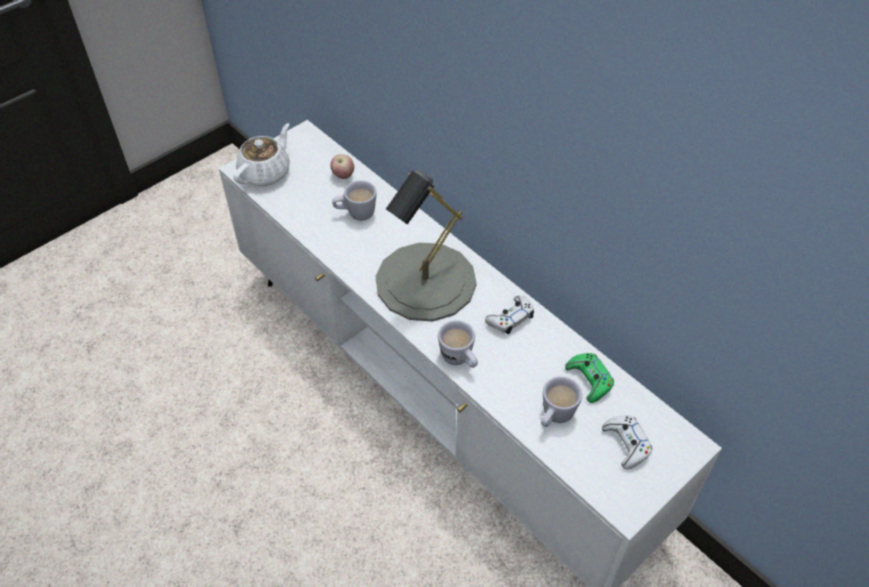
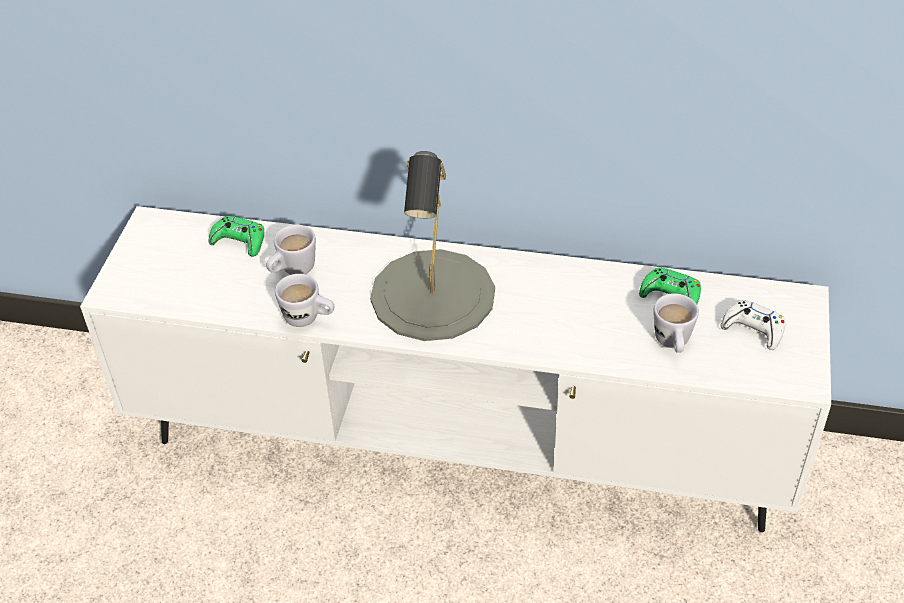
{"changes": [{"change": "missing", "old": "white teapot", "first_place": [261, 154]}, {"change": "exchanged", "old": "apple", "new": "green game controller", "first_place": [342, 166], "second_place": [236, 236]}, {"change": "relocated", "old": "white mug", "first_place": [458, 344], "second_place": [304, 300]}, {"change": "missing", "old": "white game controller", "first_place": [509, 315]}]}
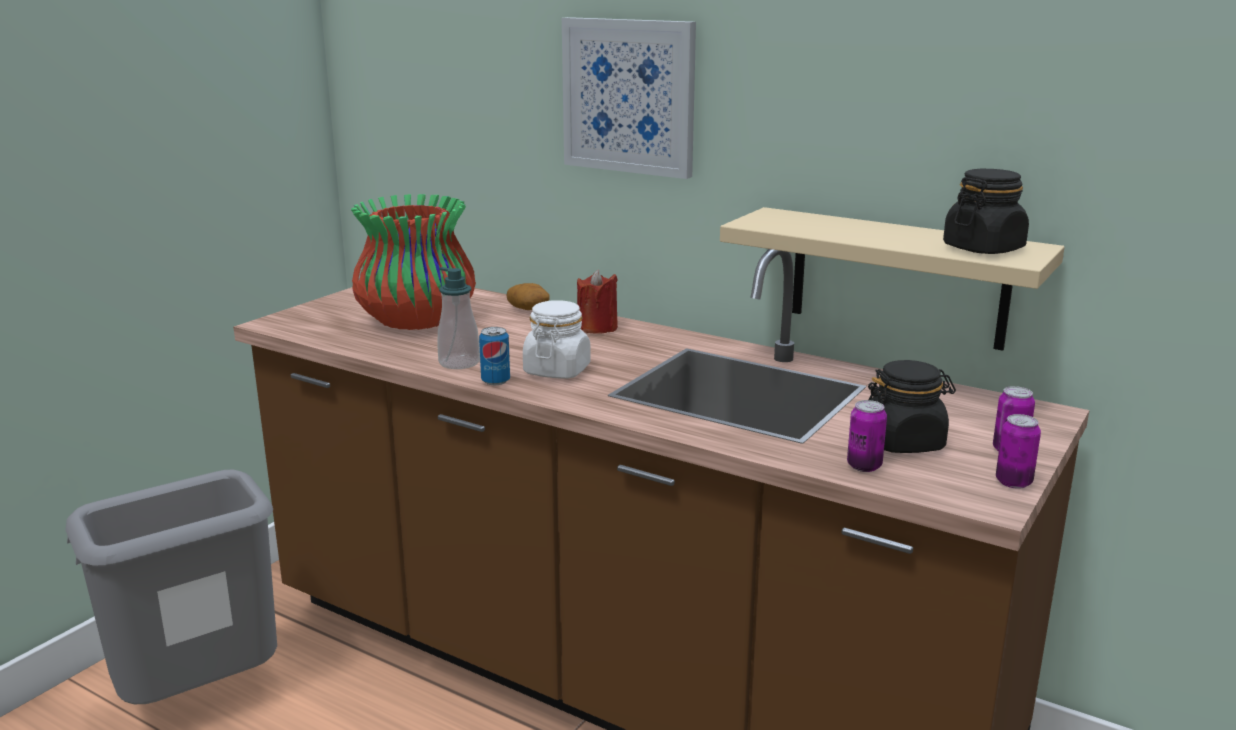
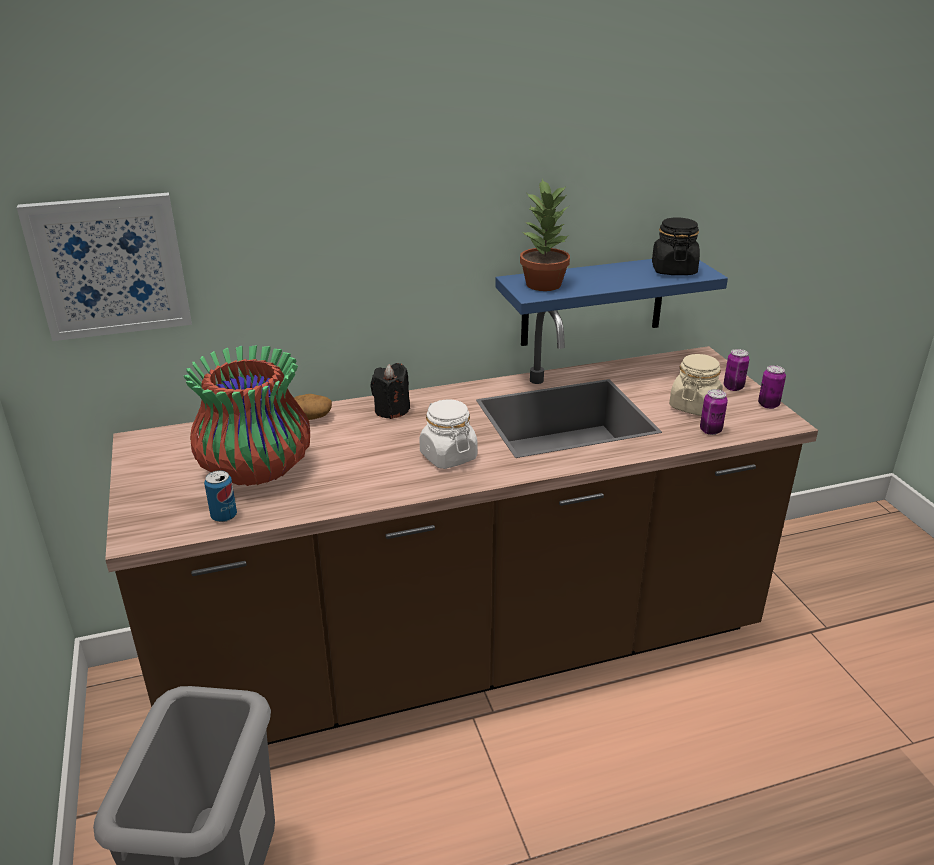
{"changes": [{"change": "missing", "old": "soap dispenser", "first_place": [459, 318]}, {"change": "relocated", "old": "can", "first_place": [494, 356], "second_place": [220, 496]}, {"change": "relocated", "old": "picture", "first_place": [629, 98], "second_place": [104, 267]}, {"change": "colour", "old": "red candle", "new": "black candle", "first_place": [597, 301], "second_place": [390, 391]}, {"change": "colour", "old": "beige shelf", "new": "blue shelf", "first_place": [892, 279], "second_place": [611, 302]}, {"change": "colour", "old": "black jar", "new": "beige jar", "first_place": [912, 406], "second_place": [696, 385]}, {"change": "appeared", "new": "potted plant", "second_place": [545, 235]}]}
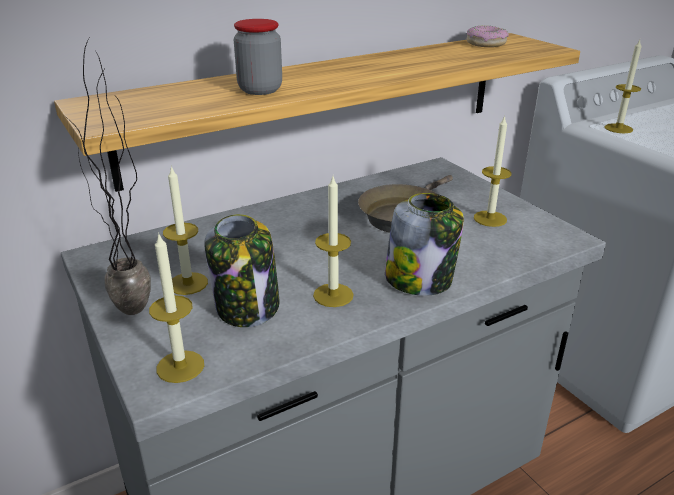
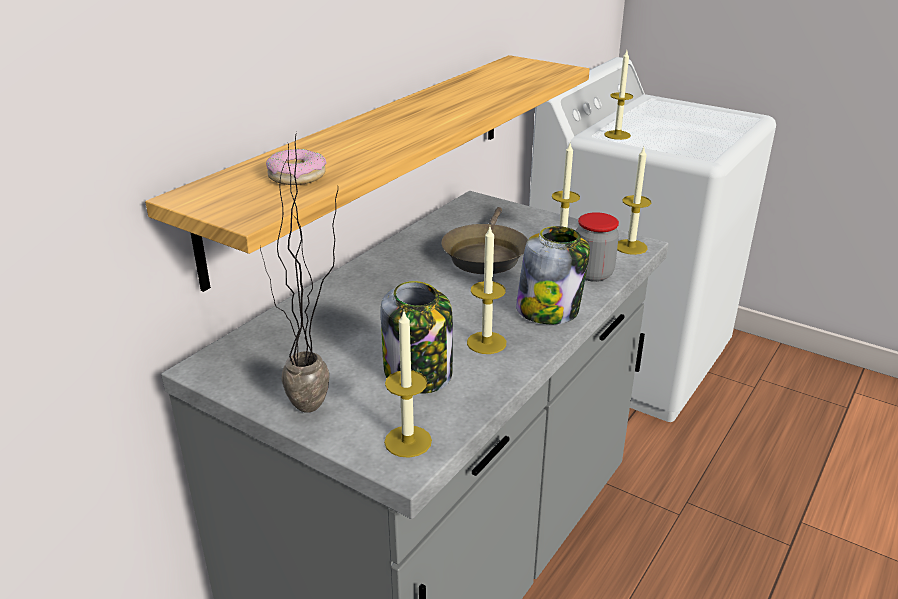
{"changes": [{"change": "relocated", "old": "candle", "first_place": [185, 230], "second_place": [634, 201]}, {"change": "relocated", "old": "jar", "first_place": [258, 57], "second_place": [597, 247]}, {"change": "relocated", "old": "donut", "first_place": [487, 36], "second_place": [296, 167]}]}
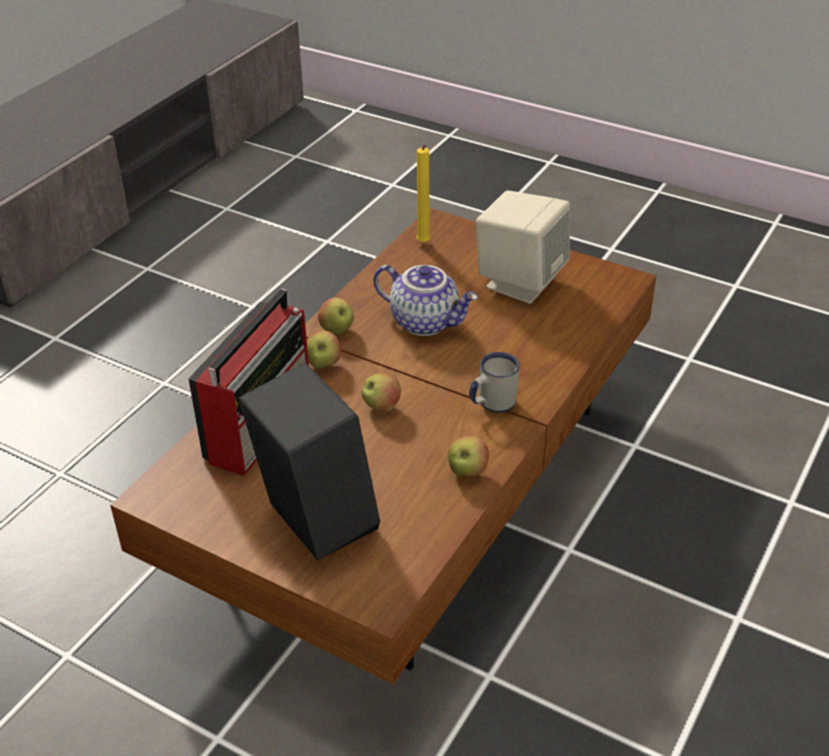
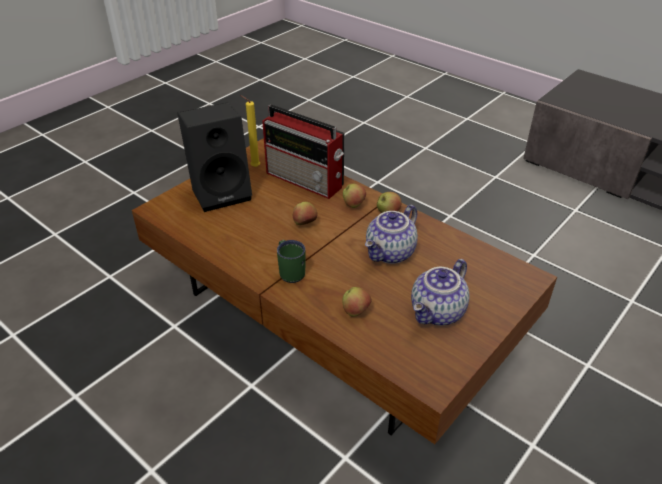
{"changes": [{"change": "relocated", "old": "yellow candle", "first_place": [423, 194], "second_place": [250, 131]}, {"change": "relocated", "old": "apple", "first_place": [468, 456], "second_place": [357, 302]}, {"change": "colour", "old": "white mug", "new": "green mug", "first_place": [494, 382], "second_place": [291, 261]}, {"change": "exchanged", "old": "beige speaker", "new": "teapot", "first_place": [523, 247], "second_place": [440, 292]}]}
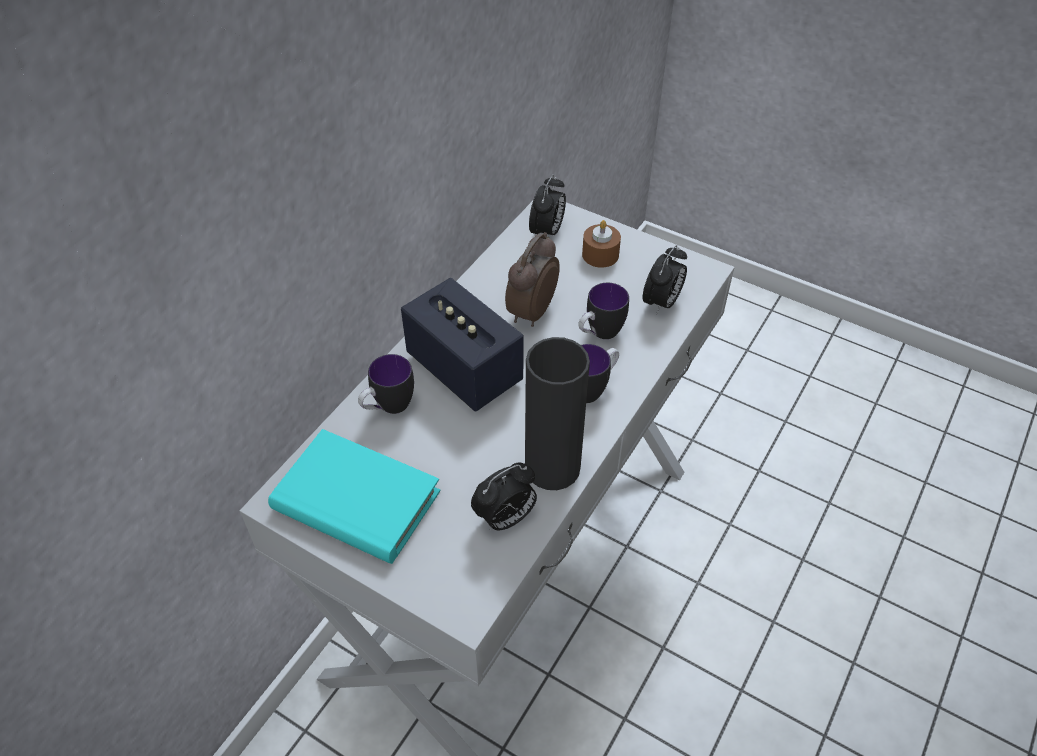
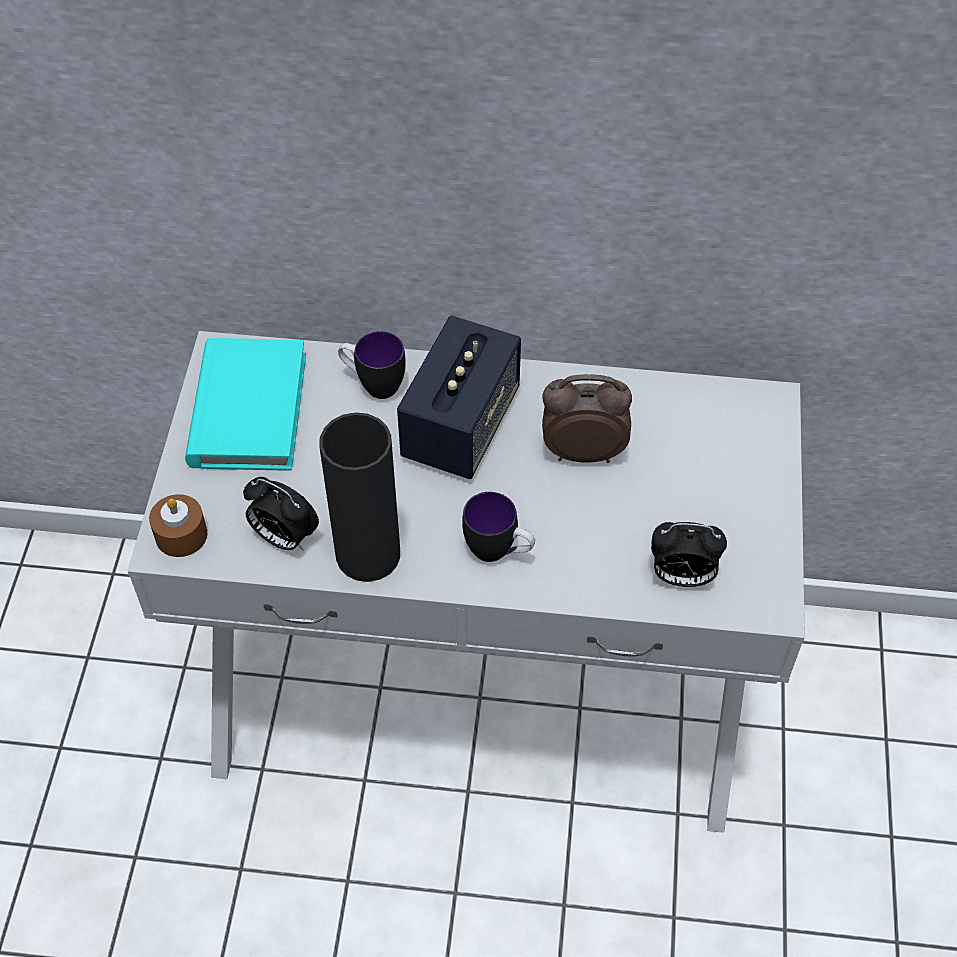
{"changes": [{"change": "missing", "old": "alarm clock", "first_place": [547, 205]}, {"change": "missing", "old": "mug", "first_place": [603, 311]}, {"change": "relocated", "old": "brown candle", "first_place": [601, 244], "second_place": [178, 525]}]}
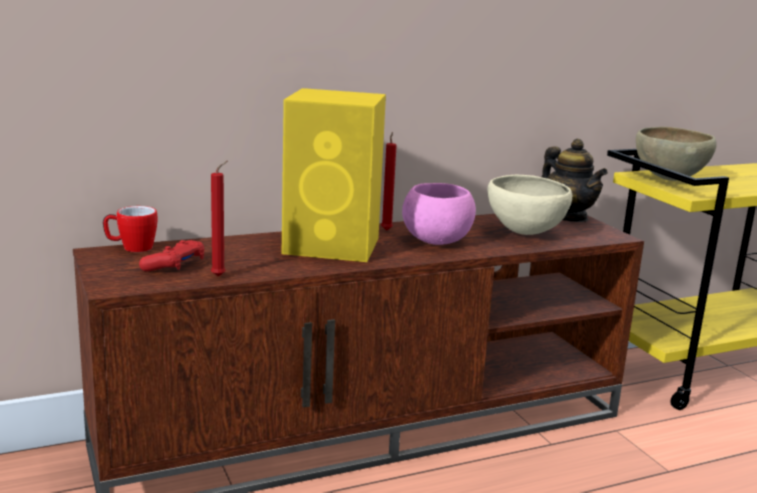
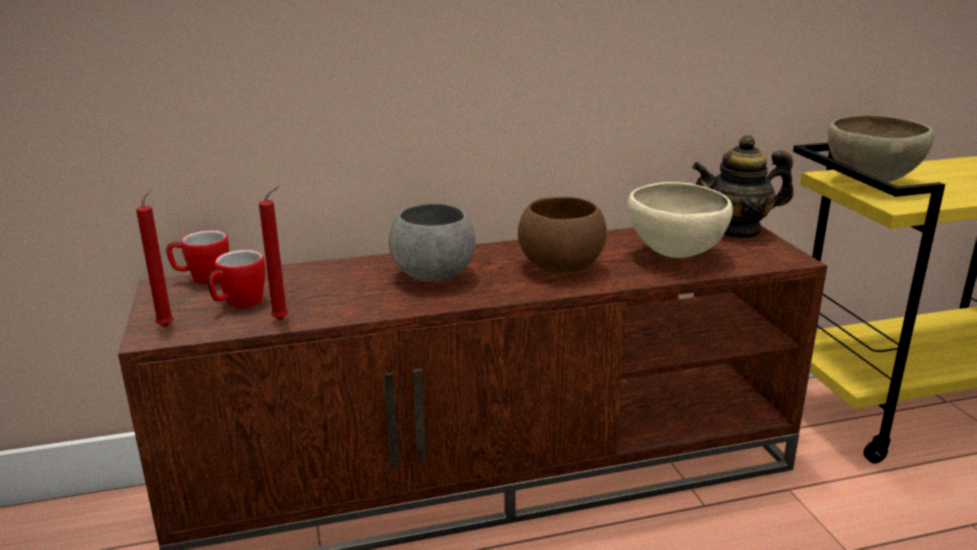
{"changes": [{"change": "exchanged", "old": "red game controller", "new": "mug", "first_place": [171, 256], "second_place": [236, 279]}, {"change": "exchanged", "old": "yellow speaker", "new": "grey bowl", "first_place": [334, 175], "second_place": [432, 242]}, {"change": "relocated", "old": "red candle", "first_place": [389, 181], "second_place": [155, 258]}, {"change": "colour", "old": "pink bowl", "new": "brown bowl", "first_place": [439, 214], "second_place": [562, 235]}, {"change": "spun", "old": "teapot", "first_place": [575, 180], "second_place": [743, 187], "degrees": 105}]}
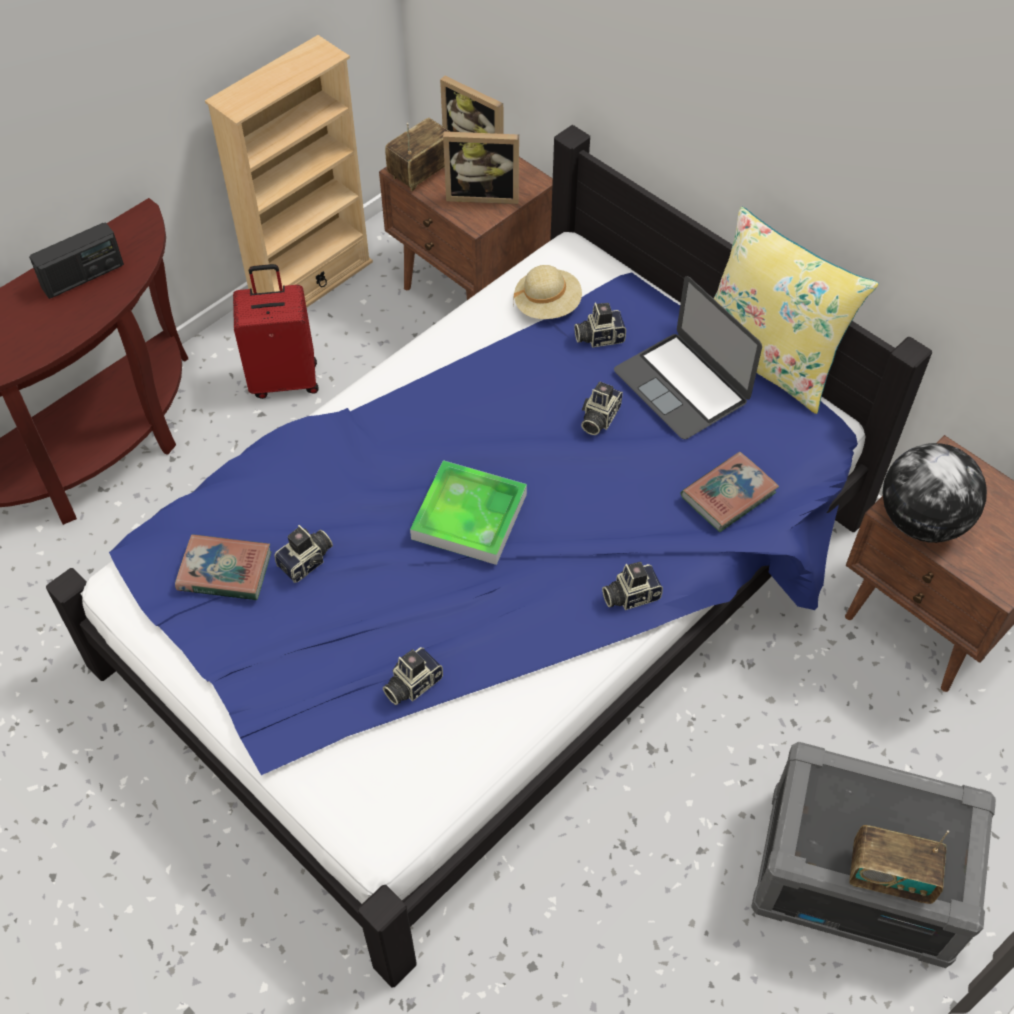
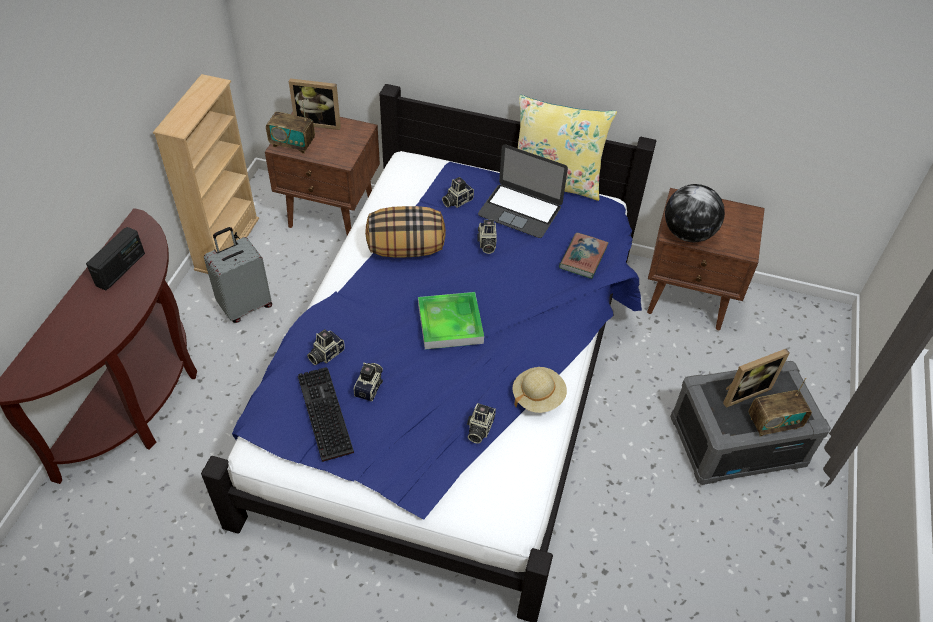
{"changes": [{"change": "exchanged", "old": "book", "new": "keyboard", "first_place": [223, 567], "second_place": [326, 414]}, {"change": "colour", "old": "red suitcase", "new": "grey suitcase", "first_place": [276, 331], "second_place": [238, 275]}, {"change": "spun", "old": "radio", "first_place": [418, 154], "second_place": [290, 127], "degrees": -90}, {"change": "relocated", "old": "picture frame", "first_place": [481, 167], "second_place": [756, 378]}, {"change": "relocated", "old": "beige hat", "first_place": [547, 292], "second_place": [539, 390]}, {"change": "relocated", "old": "photo camera", "first_place": [632, 586], "second_place": [326, 347]}, {"change": "appeared", "new": "pillow", "second_place": [405, 232]}]}
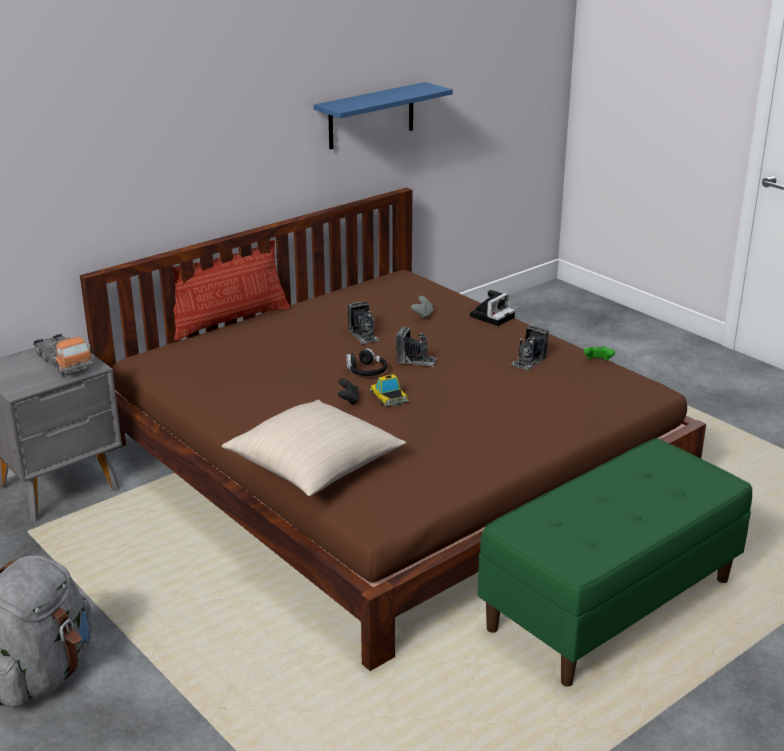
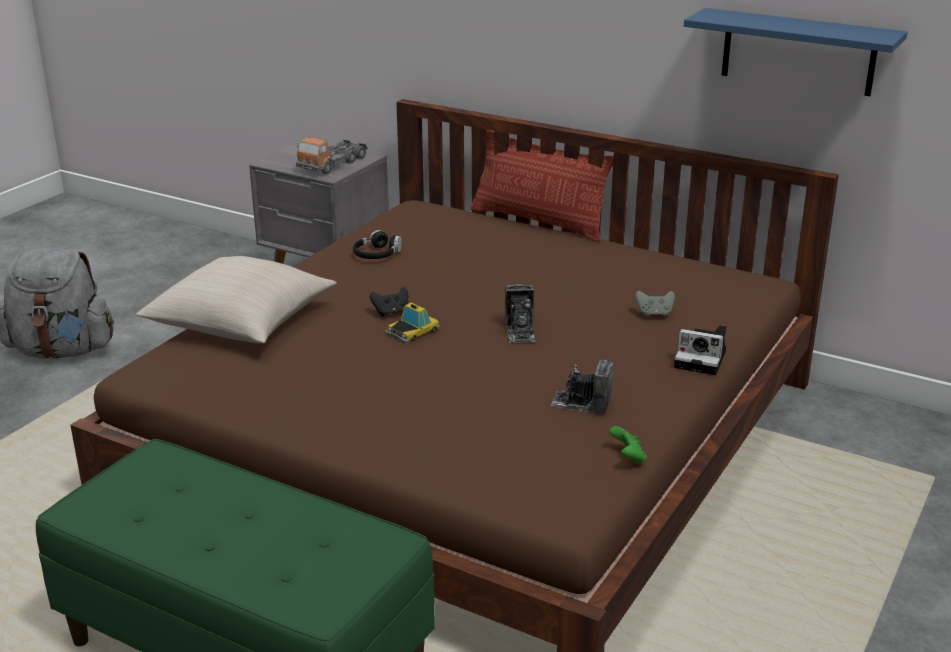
{"changes": [{"change": "relocated", "old": "black headphones", "first_place": [366, 362], "second_place": [377, 244]}, {"change": "missing", "old": "photo camera", "first_place": [364, 322]}]}
